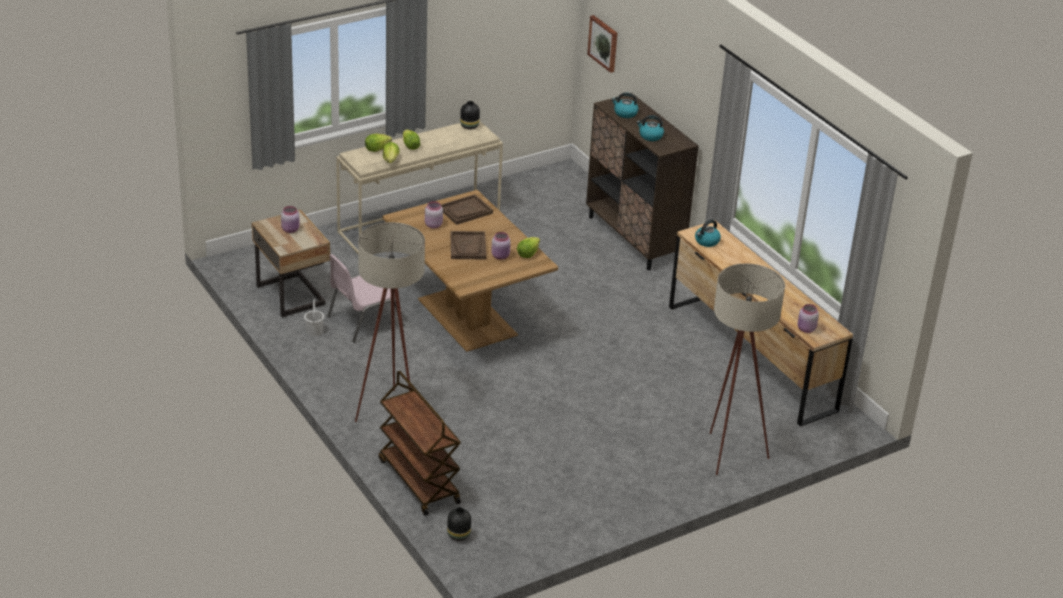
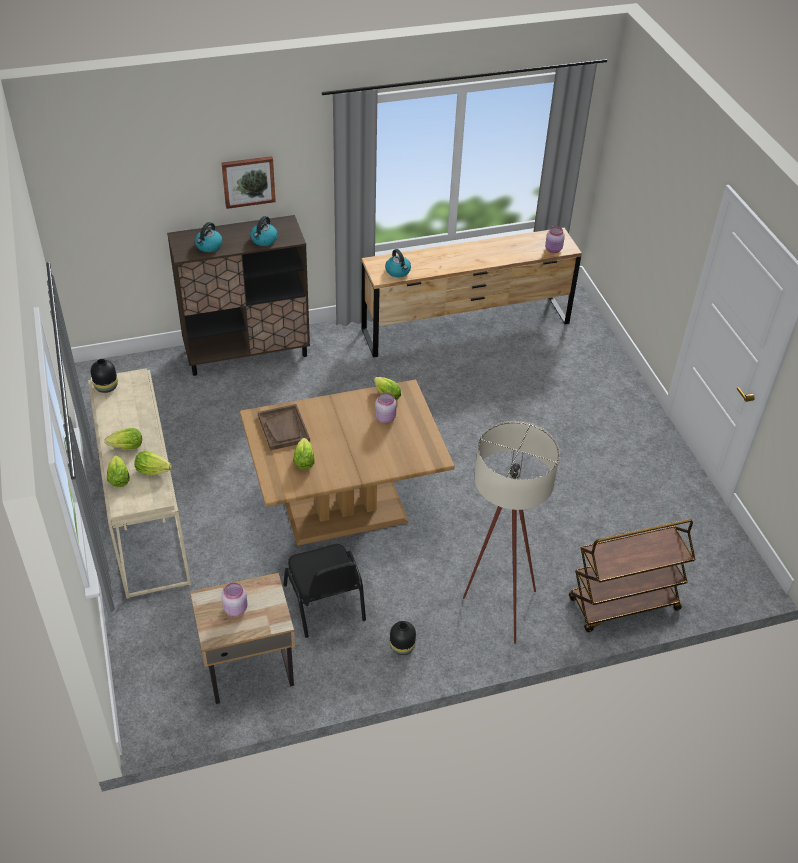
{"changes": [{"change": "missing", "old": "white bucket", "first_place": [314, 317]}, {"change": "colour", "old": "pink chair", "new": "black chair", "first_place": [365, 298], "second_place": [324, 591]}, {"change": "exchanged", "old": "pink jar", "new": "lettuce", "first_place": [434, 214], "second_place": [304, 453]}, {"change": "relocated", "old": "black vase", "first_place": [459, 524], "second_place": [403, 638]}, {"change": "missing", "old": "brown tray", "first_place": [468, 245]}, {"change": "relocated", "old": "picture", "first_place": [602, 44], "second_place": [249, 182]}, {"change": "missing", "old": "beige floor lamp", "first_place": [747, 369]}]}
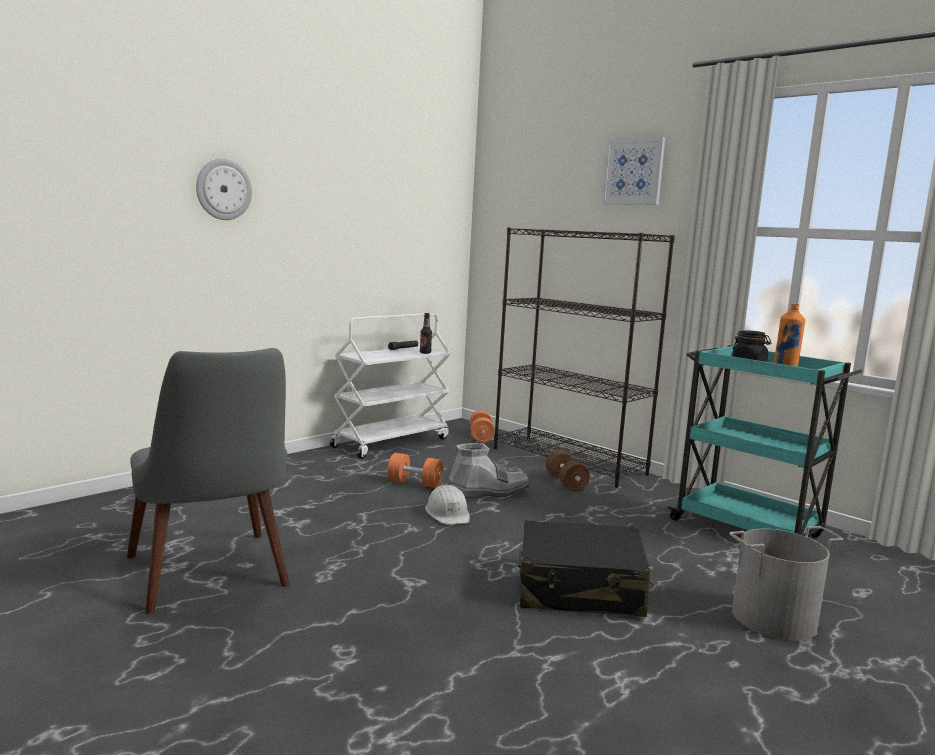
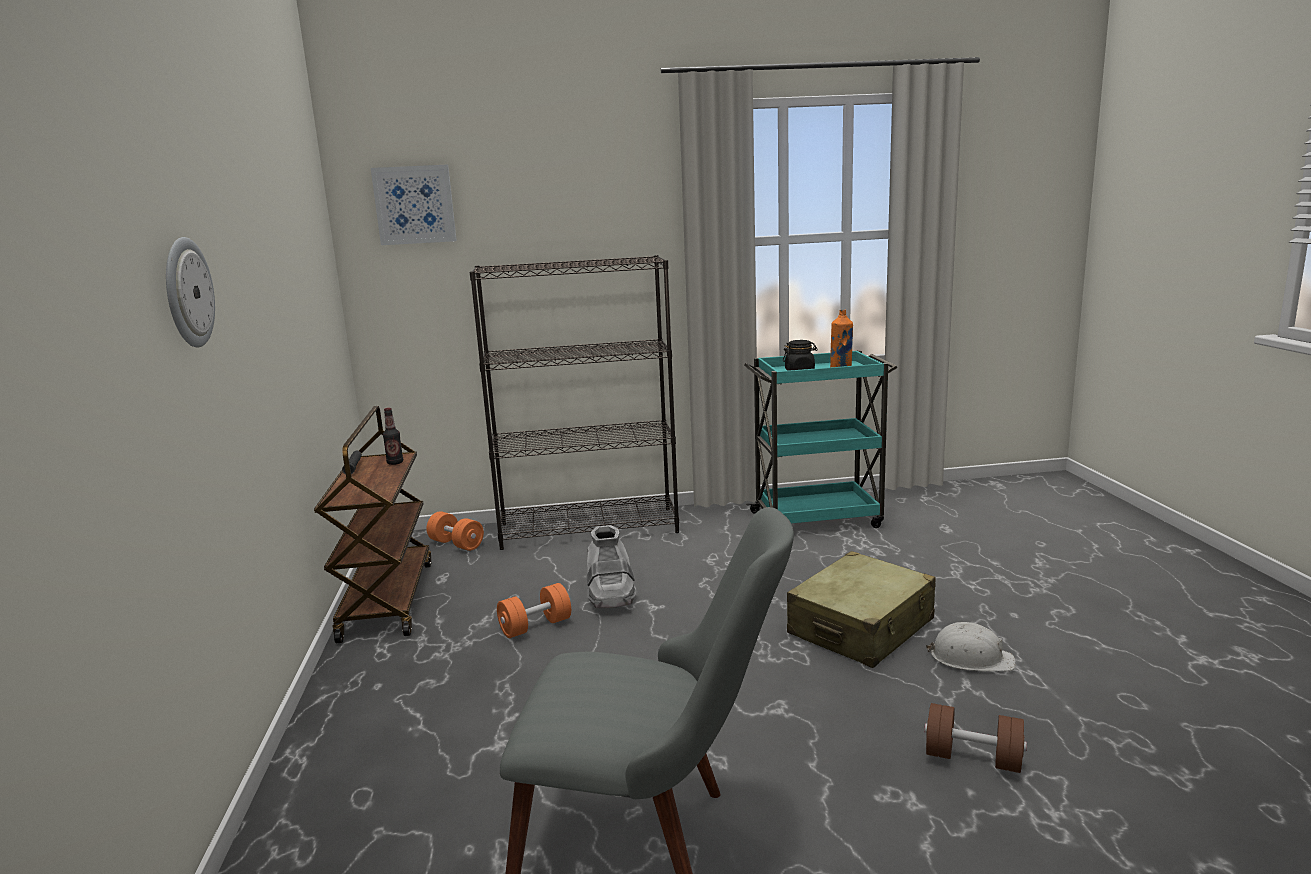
{"changes": [{"change": "colour", "old": "white cart", "new": "brown cart", "first_place": [390, 386], "second_place": [372, 524]}, {"change": "relocated", "old": "white hard hat", "first_place": [447, 504], "second_place": [971, 646]}, {"change": "spun", "old": "grey boot", "first_place": [489, 470], "second_place": [611, 566], "degrees": 150}, {"change": "colour", "old": "black suitcase", "new": "beige suitcase", "first_place": [586, 568], "second_place": [861, 609]}, {"change": "relocated", "old": "brown dumbbell", "first_place": [568, 470], "second_place": [976, 738]}, {"change": "relocated", "old": "picture", "first_place": [633, 171], "second_place": [414, 205]}, {"change": "missing", "old": "grey bucket", "first_place": [786, 583]}]}
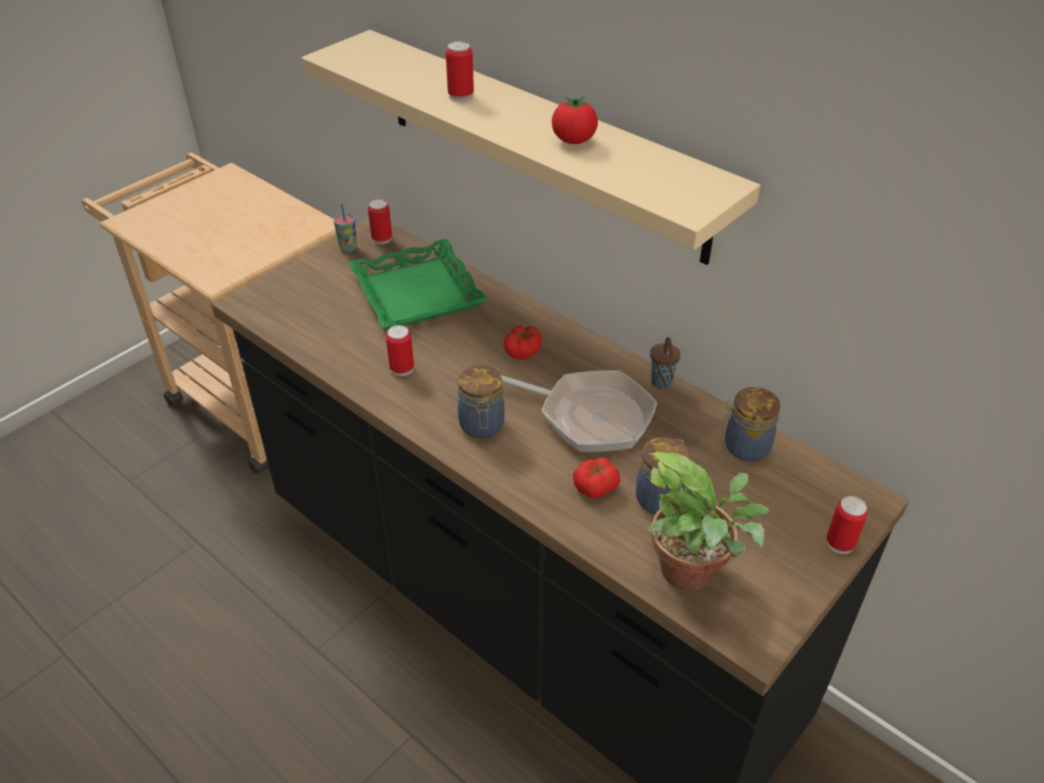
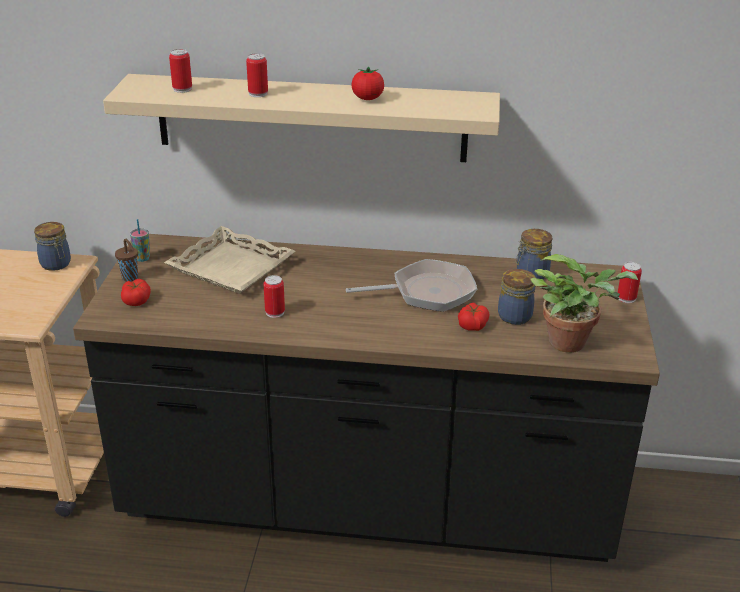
{"changes": [{"change": "colour", "old": "green tray", "new": "beige tray", "first_place": [418, 284], "second_place": [230, 260]}, {"change": "relocated", "old": "can", "first_place": [380, 221], "second_place": [180, 71]}, {"change": "relocated", "old": "jar", "first_place": [481, 401], "second_place": [52, 246]}, {"change": "relocated", "old": "tomato", "first_place": [522, 342], "second_place": [136, 292]}, {"change": "relocated", "old": "brown cup", "first_place": [665, 363], "second_place": [126, 260]}]}
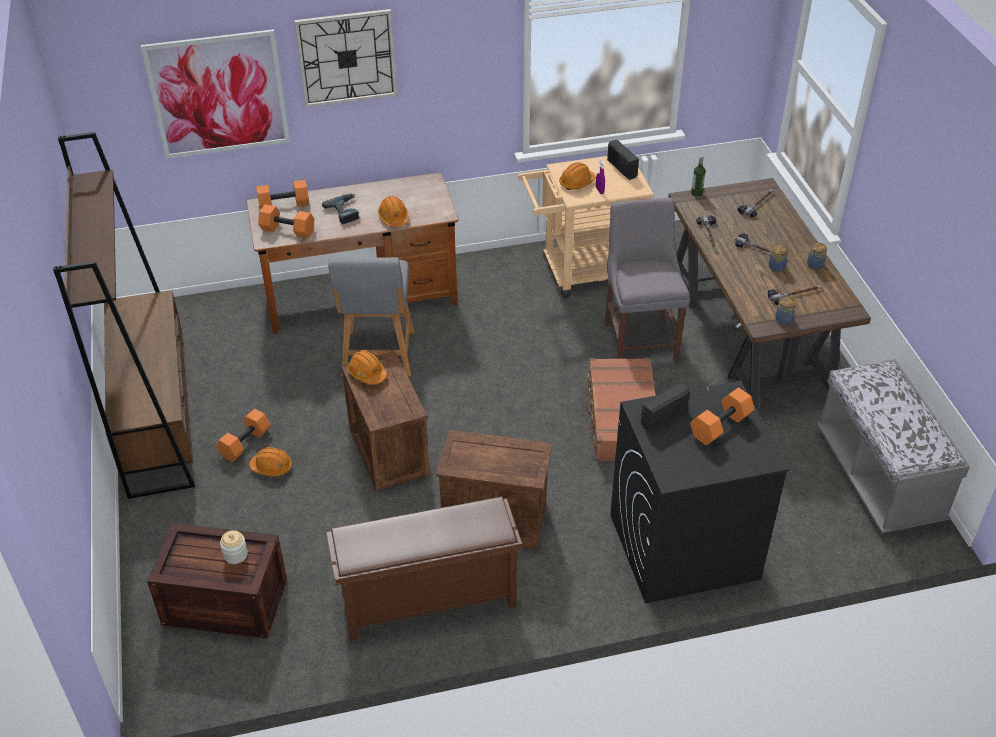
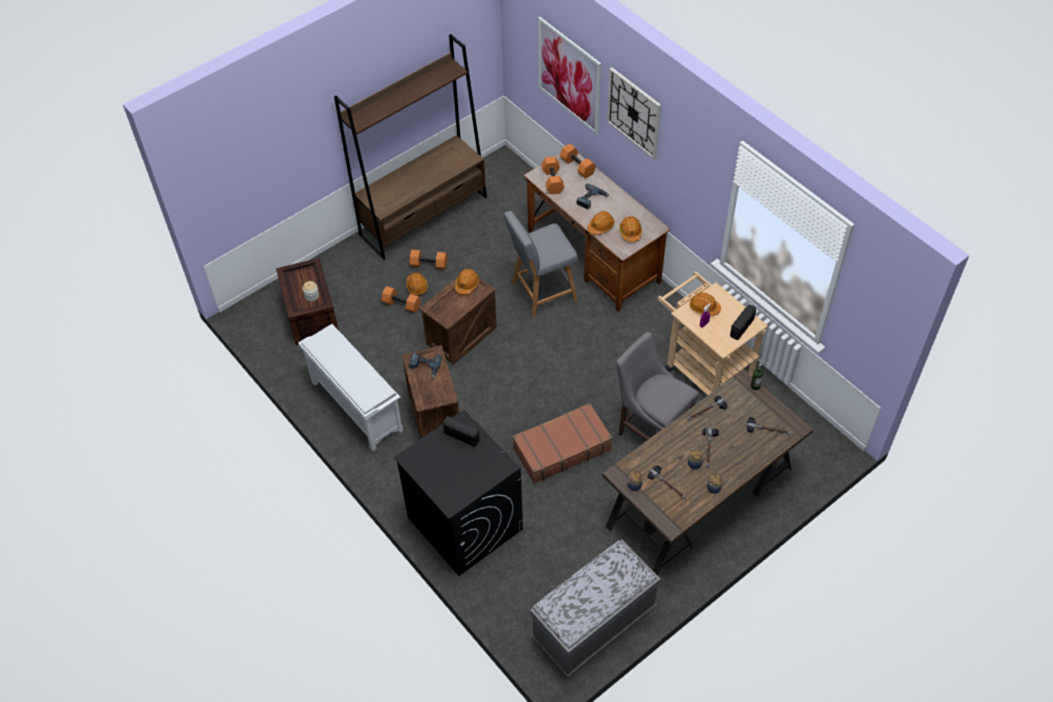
{"changes": [{"change": "colour", "old": "brown shoe rack", "new": "white shoe rack", "first_place": [424, 568], "second_place": [350, 387]}, {"change": "spun", "old": "grey chair", "first_place": [647, 280], "second_place": [657, 386], "degrees": -105}, {"change": "relocated", "old": "orange dumbbell", "first_place": [722, 416], "second_place": [401, 299]}, {"change": "appeared", "new": "power drill", "second_place": [425, 365]}, {"change": "appeared", "new": "orange hard hat", "second_place": [630, 229]}]}
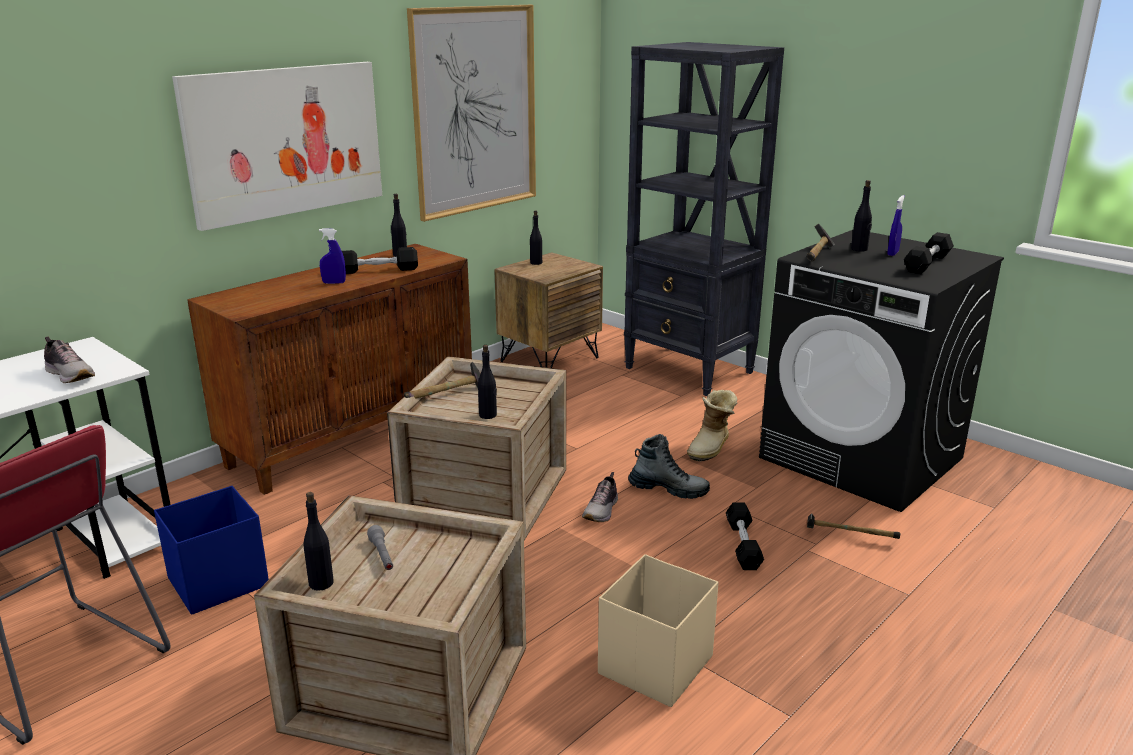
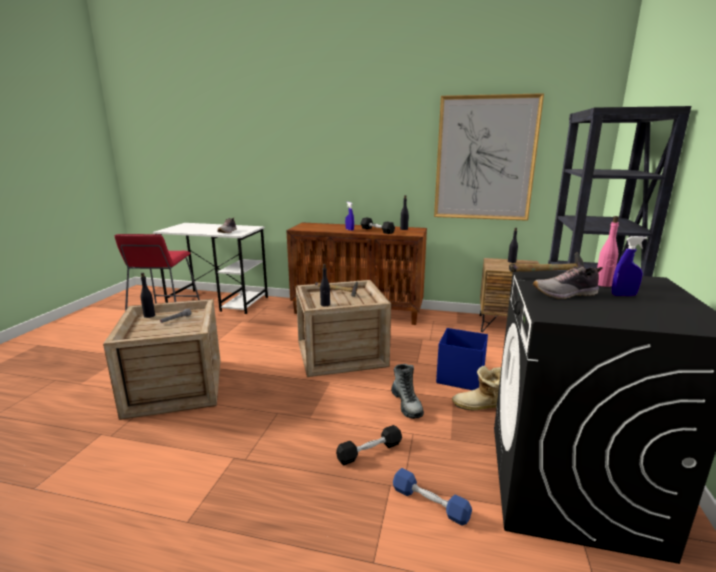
{"changes": [{"change": "relocated", "old": "blue storage box", "first_place": [211, 550], "second_place": [462, 359]}, {"change": "missing", "old": "picture", "first_place": [277, 146]}, {"change": "relocated", "old": "shoe", "first_place": [600, 497], "second_place": [568, 282]}, {"change": "missing", "old": "beige storage box", "first_place": [658, 630]}, {"change": "exchanged", "old": "hammer", "new": "blue dumbbell", "first_place": [853, 526], "second_place": [432, 497]}, {"change": "colour", "old": "black bottle", "new": "pink bottle", "first_place": [861, 216], "second_place": [608, 251]}, {"change": "missing", "old": "black dumbbell", "first_place": [929, 253]}]}
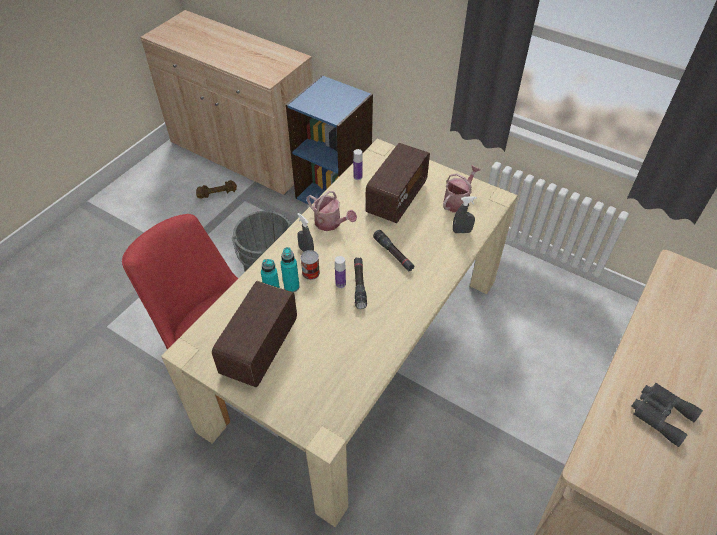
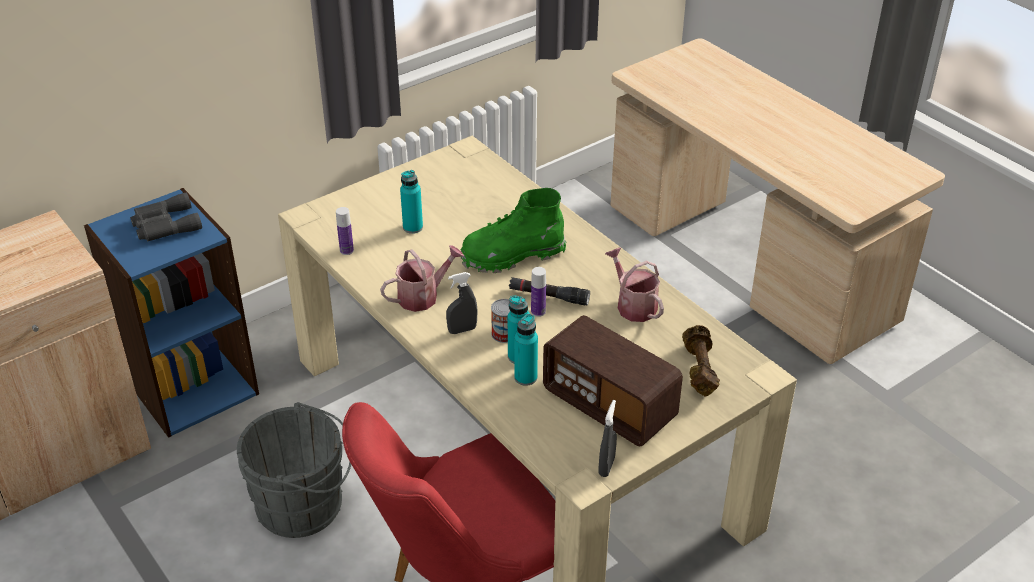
{"changes": [{"change": "relocated", "old": "brown dumbbell", "first_place": [216, 189], "second_place": [701, 361]}, {"change": "exchanged", "old": "radio", "new": "turquoise bottle", "first_place": [397, 183], "second_place": [411, 202]}, {"change": "exchanged", "old": "black flashlight", "new": "green boot", "first_place": [394, 250], "second_place": [513, 230]}, {"change": "relocated", "old": "watering can", "first_place": [462, 188], "second_place": [634, 285]}, {"change": "relocated", "old": "grey spray bottle", "first_place": [465, 214], "second_place": [607, 438]}, {"change": "relocated", "old": "grey binoculars", "first_place": [667, 415], "second_place": [166, 216]}]}
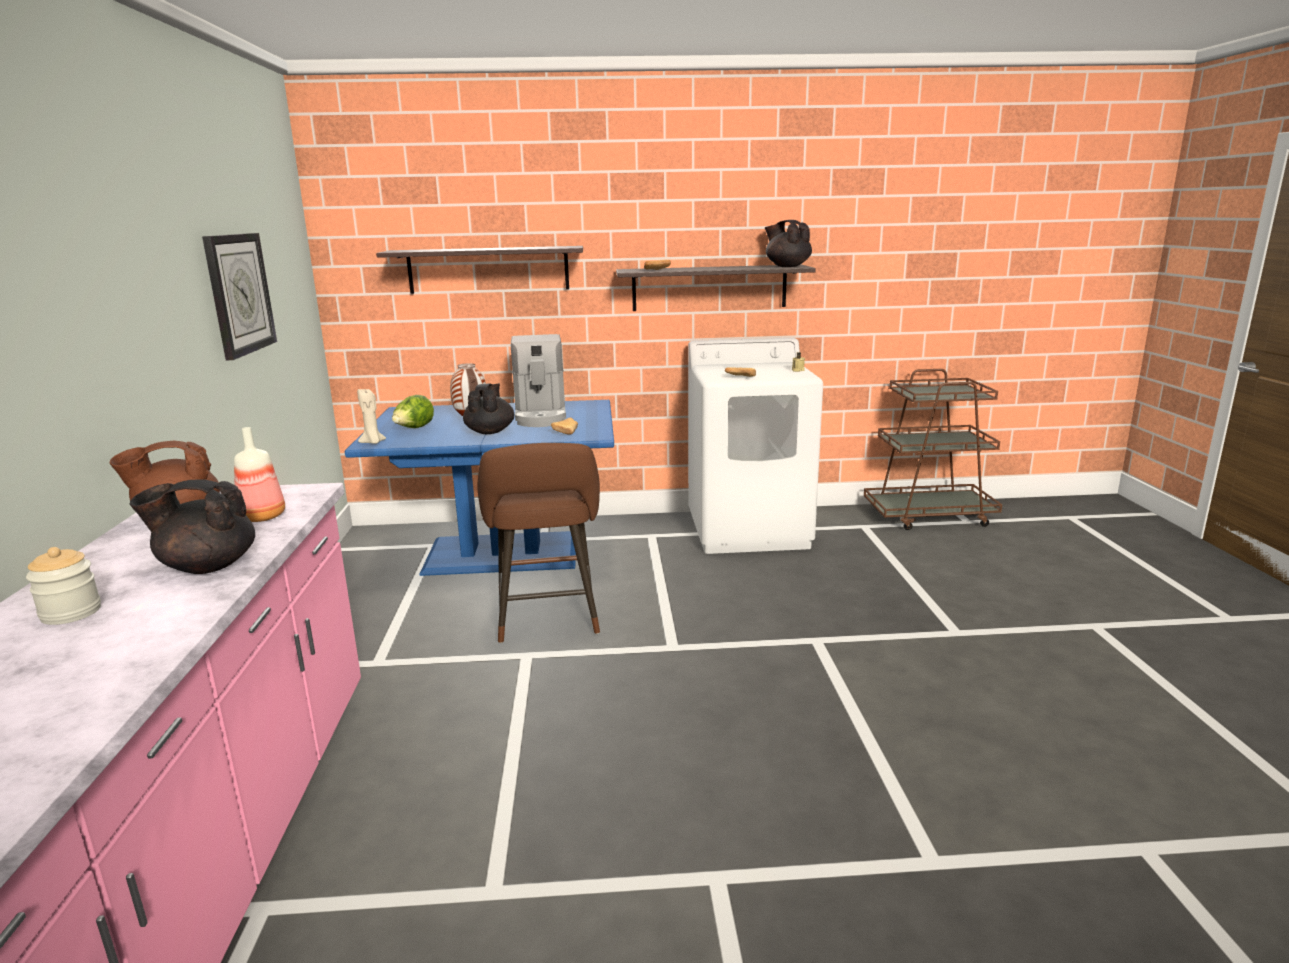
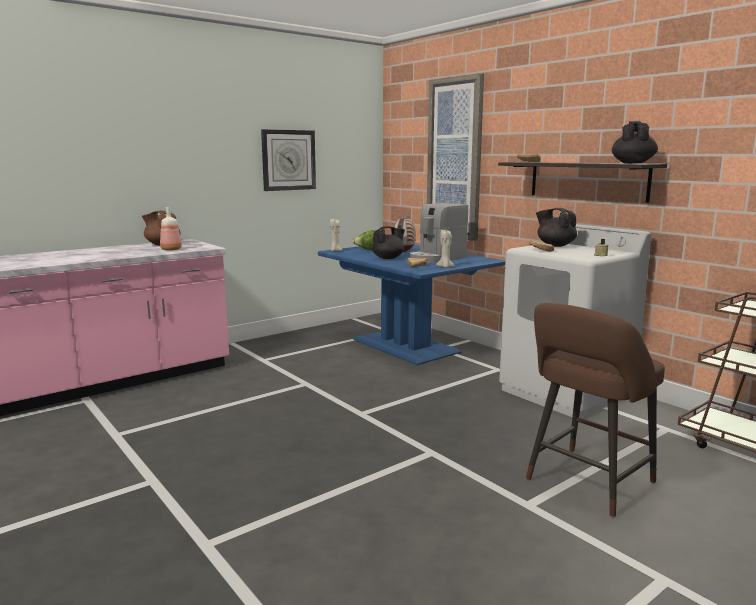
{"changes": [{"change": "missing", "old": "jar", "first_place": [63, 586]}, {"change": "relocated", "old": "black teapot", "first_place": [192, 526], "second_place": [556, 227]}, {"change": "exchanged", "old": "shelf", "new": "picture", "first_place": [479, 270], "second_place": [455, 157]}, {"change": "relocated", "old": "brown stool", "first_place": [538, 543], "second_place": [595, 410]}, {"change": "appeared", "new": "beige candle", "second_place": [445, 249]}]}
